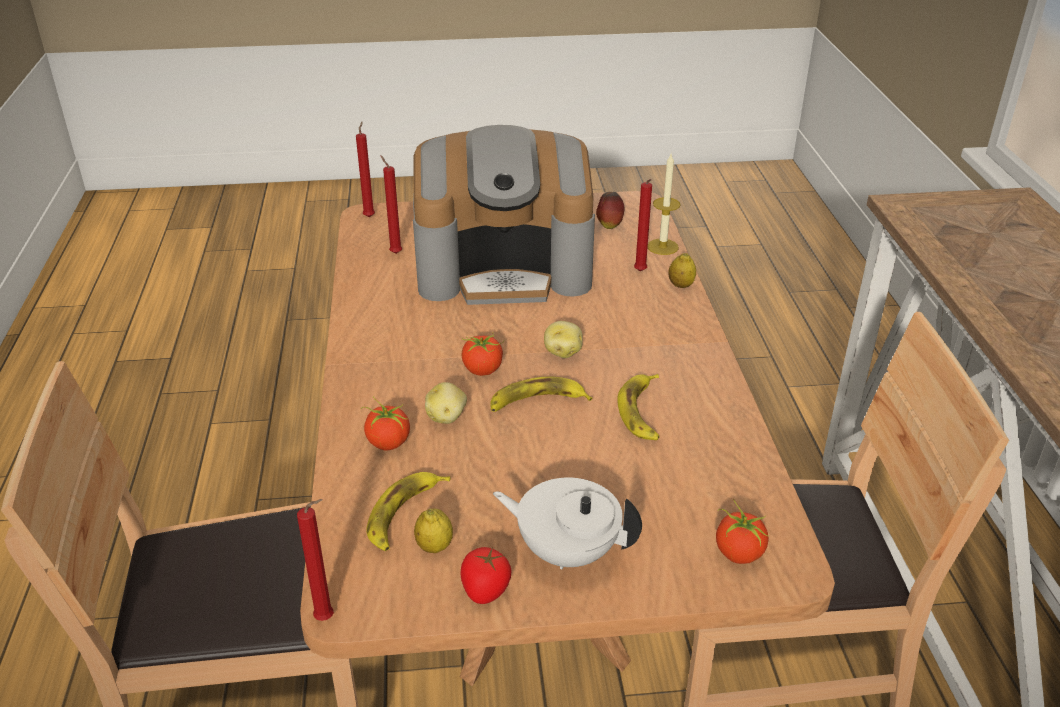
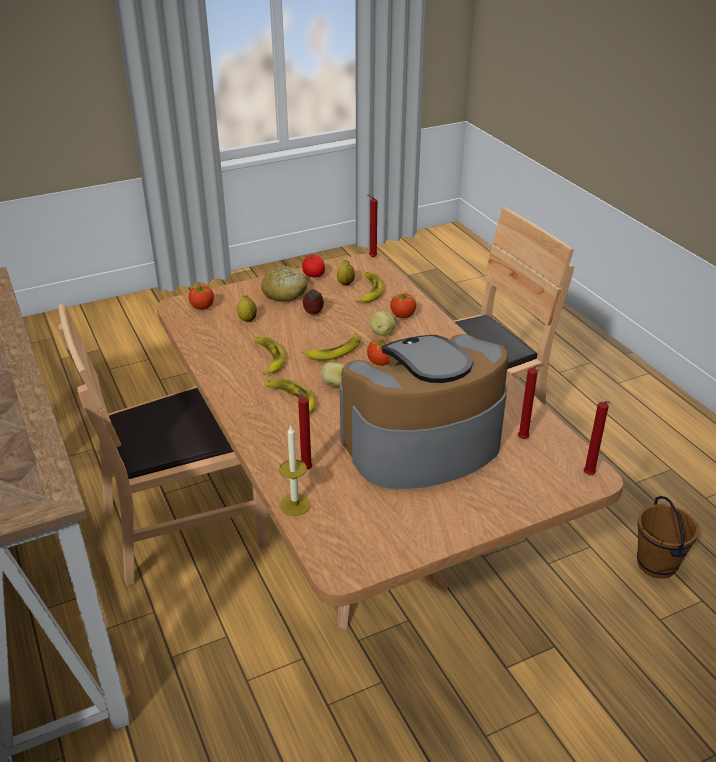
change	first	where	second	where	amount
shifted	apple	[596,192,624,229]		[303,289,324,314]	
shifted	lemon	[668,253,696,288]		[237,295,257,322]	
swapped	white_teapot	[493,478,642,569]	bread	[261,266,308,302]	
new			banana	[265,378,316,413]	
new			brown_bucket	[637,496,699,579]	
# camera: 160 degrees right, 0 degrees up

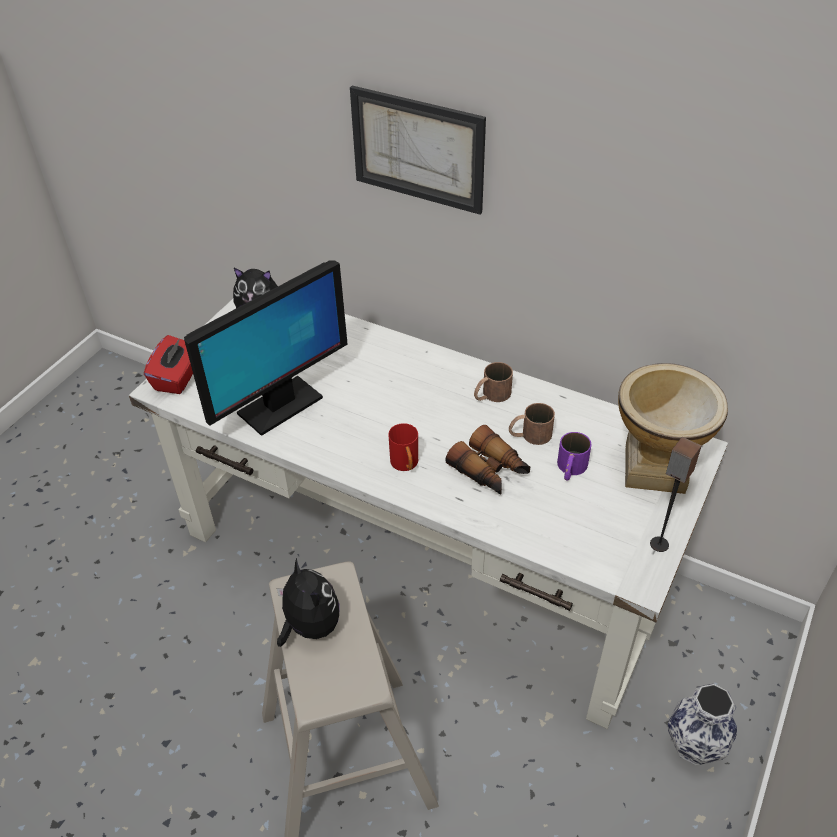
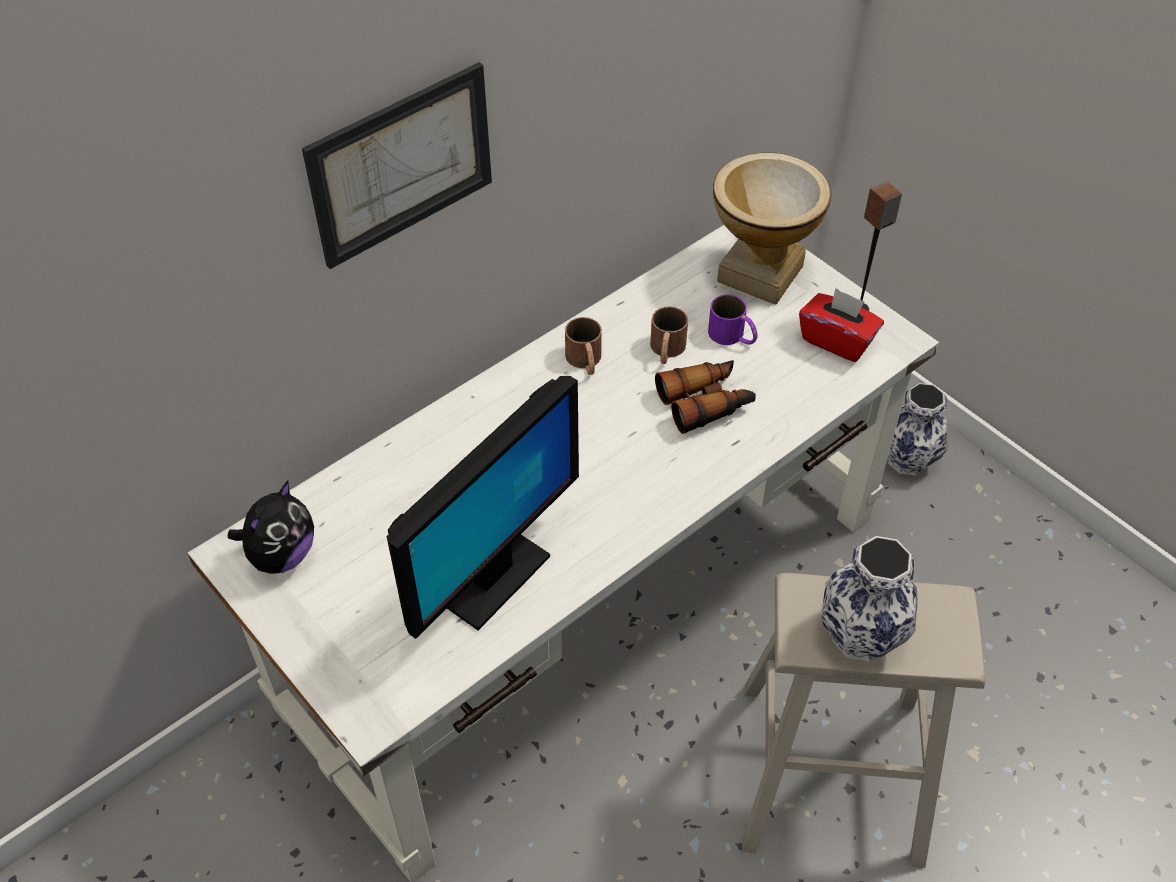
change	first	where	second	where	amount
rotated	monitor	[184,260,348,436]		[387,376,579,639]	60 degrees clockwise
shifted	red_tissue_box	[144,335,193,394]		[799,288,884,362]	
gone	red_mug	[388,423,418,471]			
swapped	plush_toy	[277,558,340,647]	vase	[822,536,918,662]	
# camera: 70 degrees left, 5 degrees up

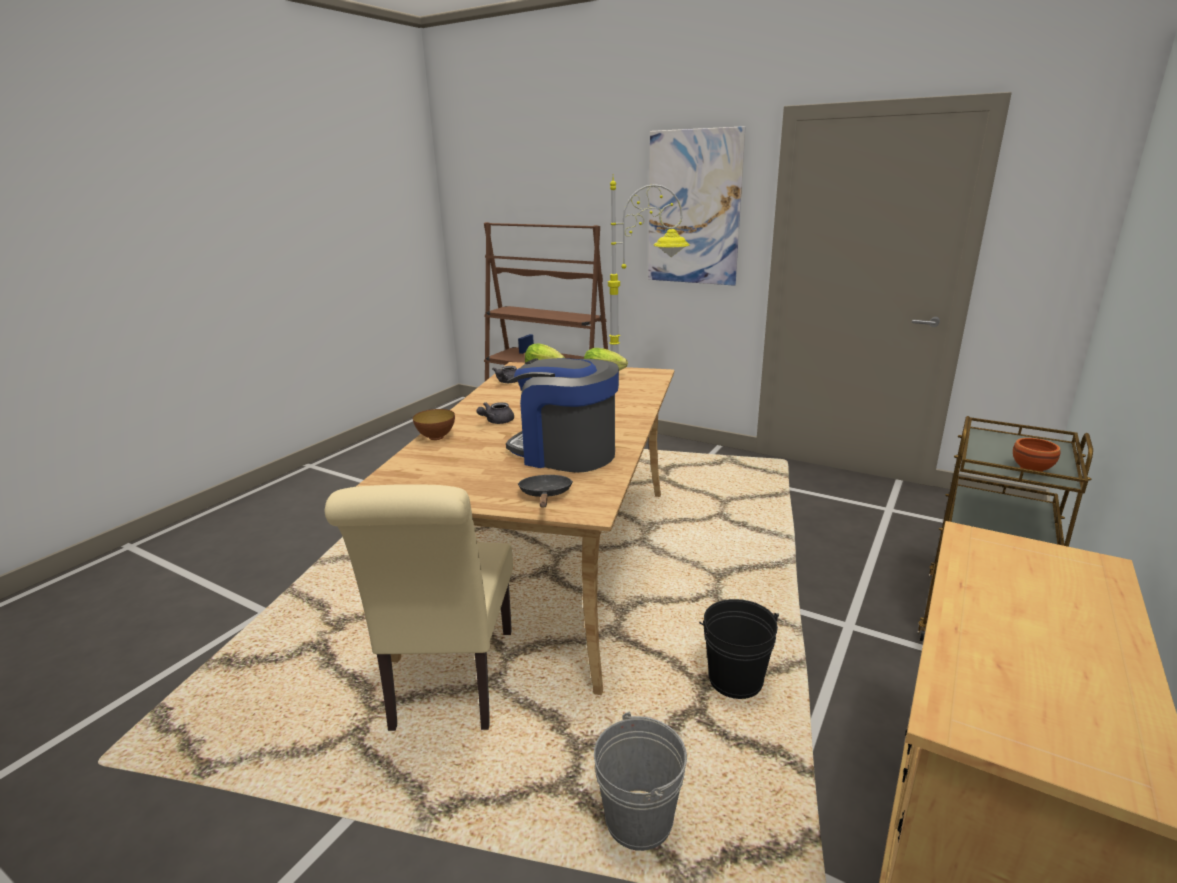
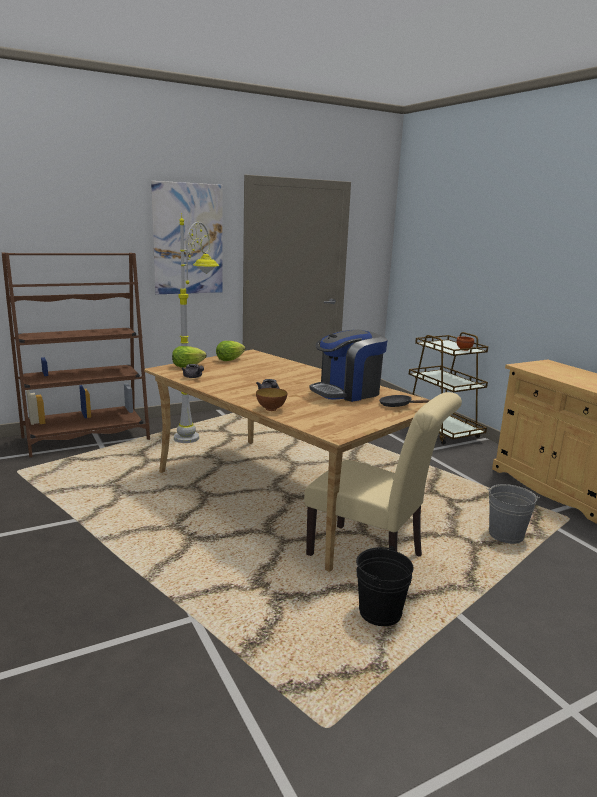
change	first	where	second	where	amount
shifted	black_bucket	[699,599,779,699]		[356,546,414,626]	
# camera: 60 degrees left, 5 degrees down

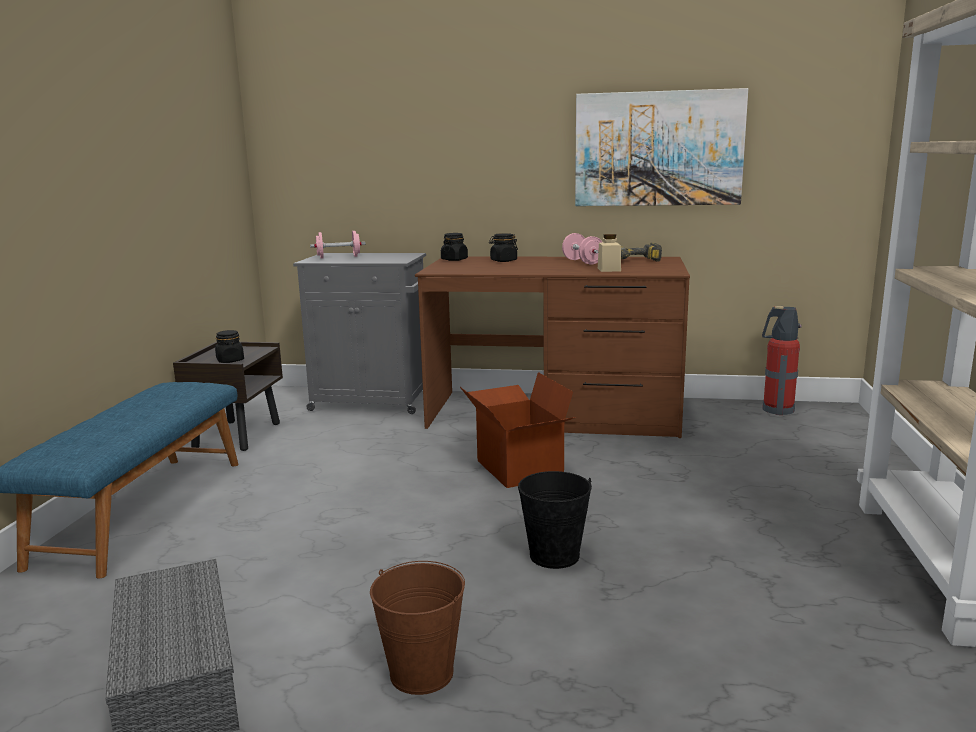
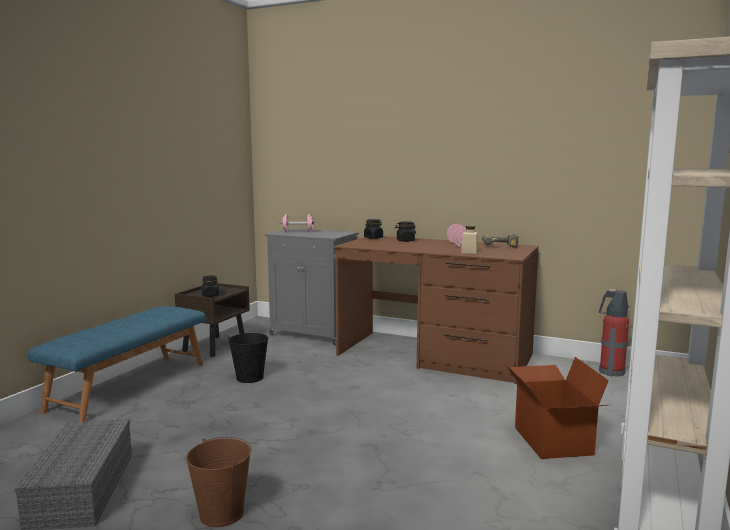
change	first	where	second	where	amount
gone	picture	[575,88,748,206]			
shifted	cardboard_box	[460,372,576,488]		[505,357,609,459]	
shifted	black_bucket	[518,471,592,569]		[229,333,268,383]	
# camera: 15 degrees right, 5 degrees down

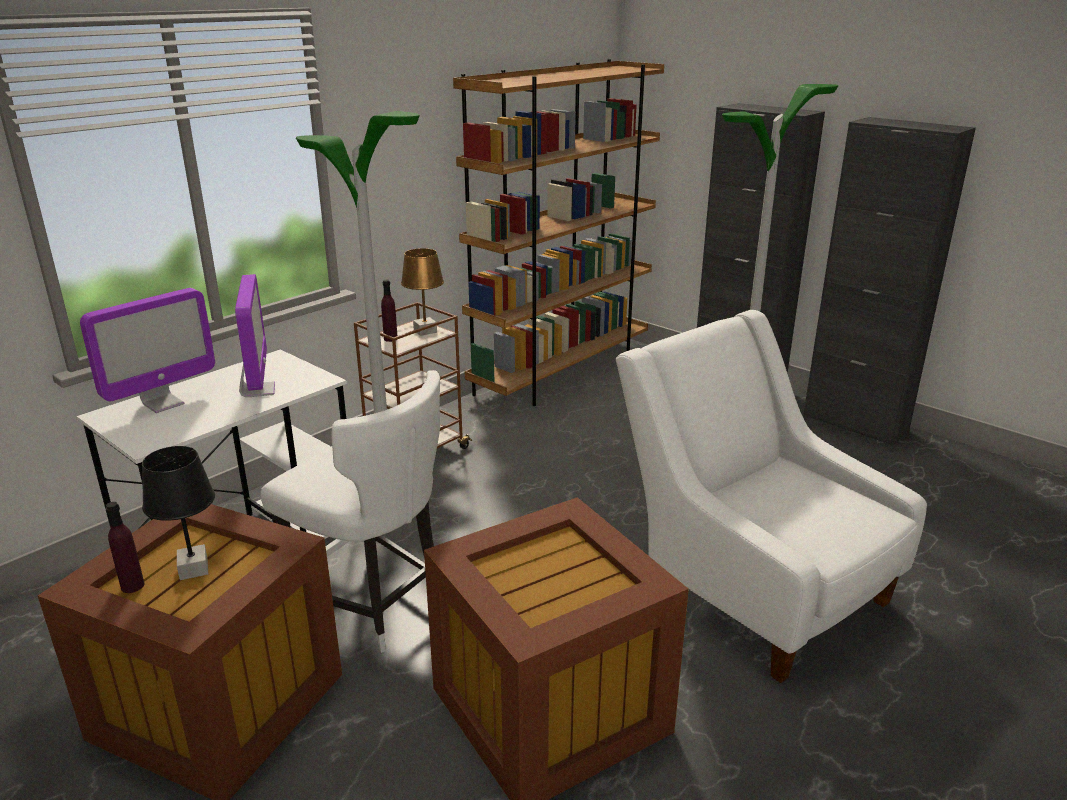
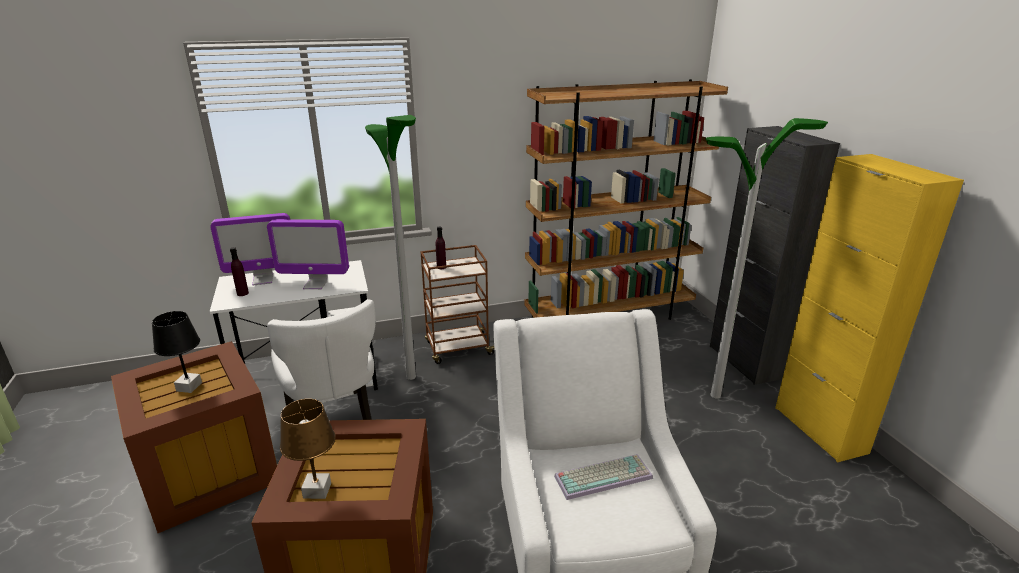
change	first	where	second	where	amount
repainted	black_cabinet	[803,117,976,446]	yellow_cabinet	[775,154,964,462]	
shifted	brown_table_lamp	[401,248,444,336]		[280,399,336,499]	
rotated	monitor	[235,274,275,397]		[267,219,349,289]	75 degrees clockwise
shifted	purple_bottle	[106,502,144,593]		[230,247,249,296]	
new			keyboard	[554,454,653,500]	
# camera: 30 degrees right, 0 degrees up

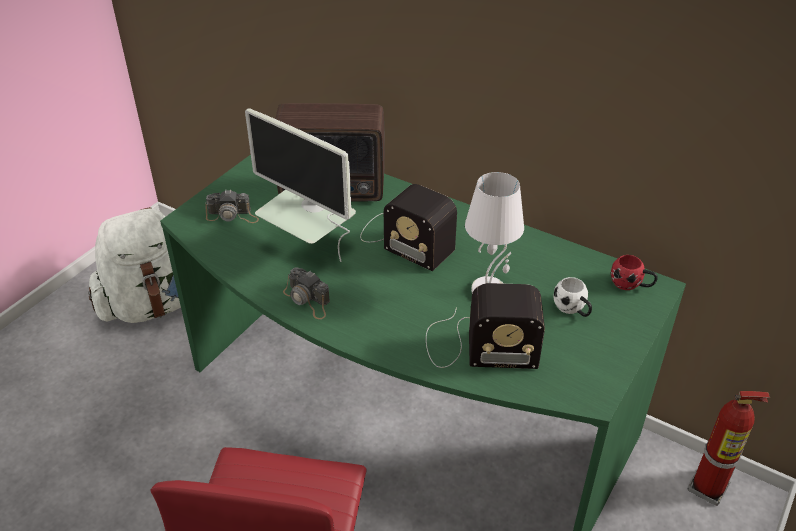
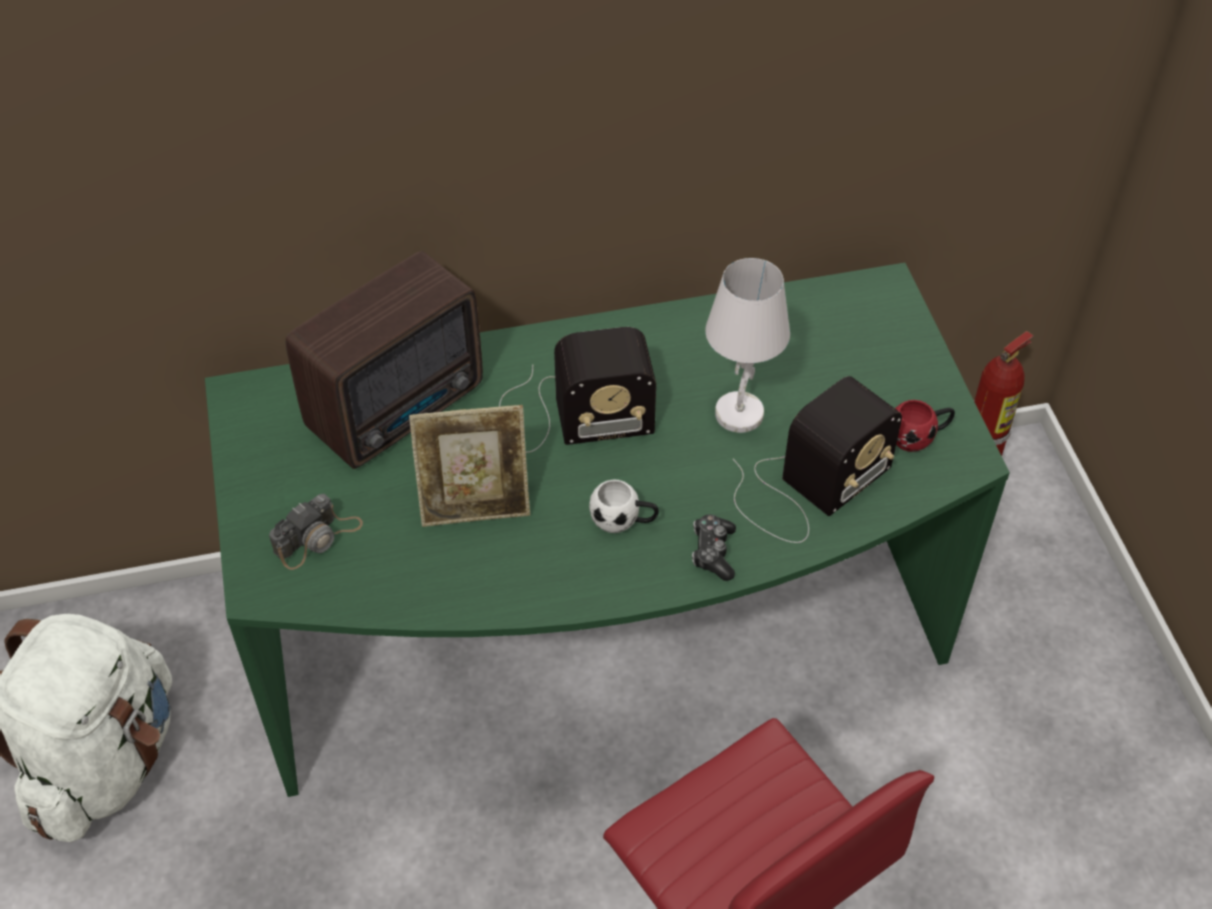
change	first	where	second	where	amount
swapped	monitor	[245,109,356,262]	picture_frame	[409,405,530,527]	
shifted	red_mug	[611,255,658,290]		[895,400,955,452]	
gone	photo_camera	[283,268,330,319]			
shifted	white_mug	[553,277,592,317]		[589,479,659,533]	
new			game_controller	[692,514,736,581]	
# camera: 45 degrees left, 10 degrees up

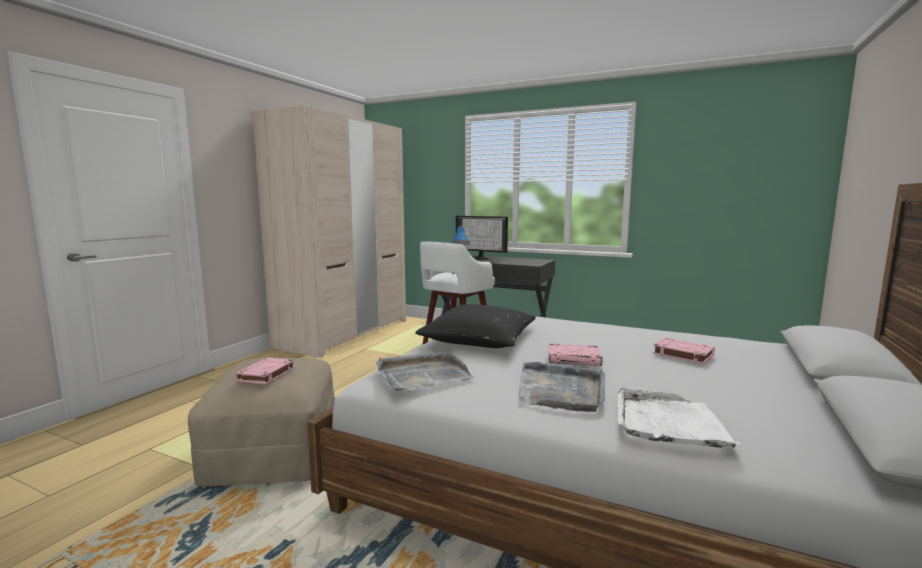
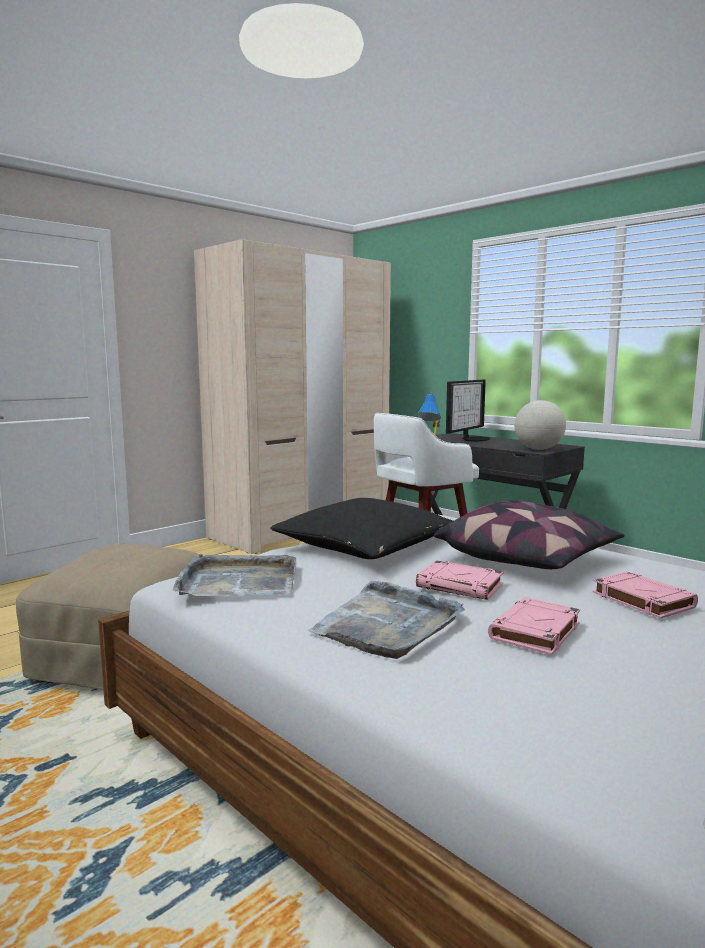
change	first	where	second	where	amount
rotated	monitor	[456,216,508,260]		[446,380,490,441]	105 degrees counterclockwise
shifted	pink_book	[235,357,295,384]		[488,597,580,655]	
gone	white_tray	[618,388,741,448]			
new			globe	[514,400,566,450]	
new			pillow	[434,500,625,569]	
# camera: 20 degrees right, 0 degrees up

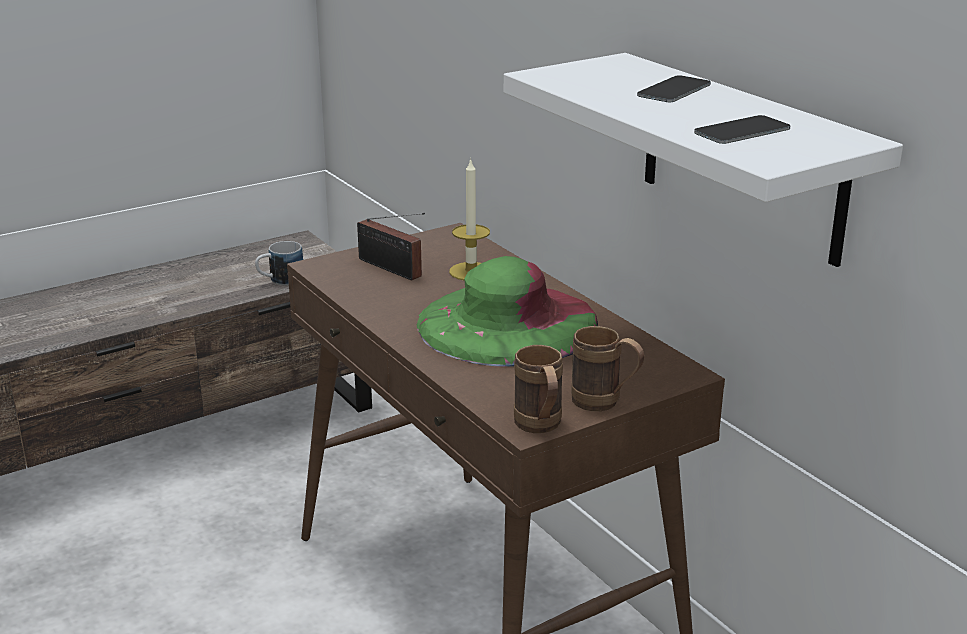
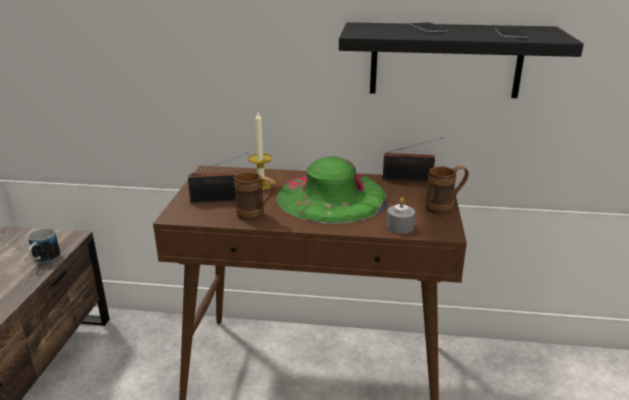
change	first	where	second	where	amount
repainted	white_shelf	[504,53,903,267]	black_shelf	[339,22,584,98]	
shifted	brown_mug	[514,345,563,433]		[234,172,275,221]	
new			radio	[383,138,443,182]	
new			grey_candle	[386,197,415,234]	
# camera: 50 degrees left, 0 degrees up

